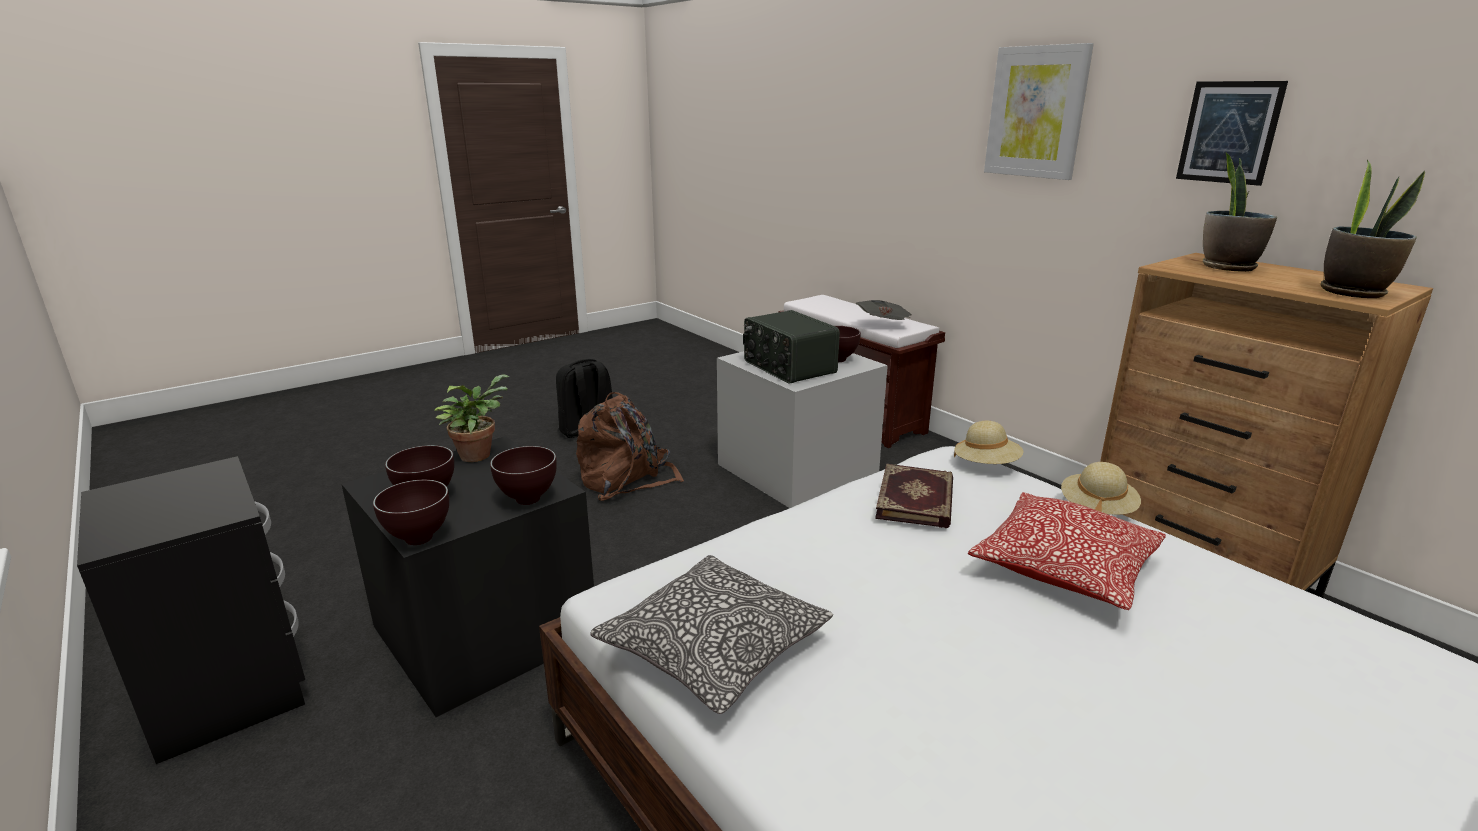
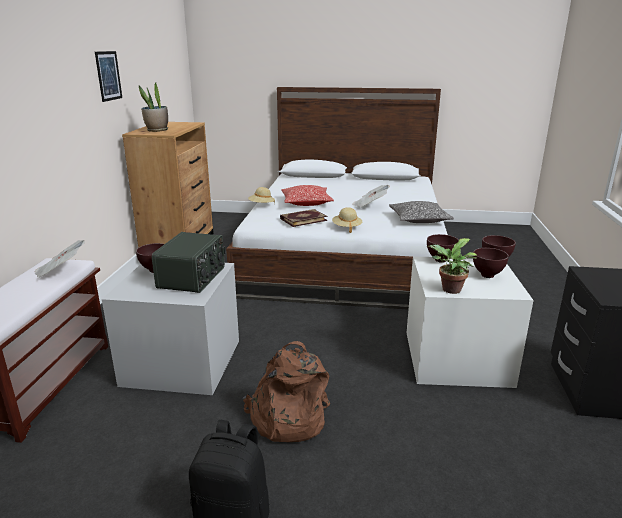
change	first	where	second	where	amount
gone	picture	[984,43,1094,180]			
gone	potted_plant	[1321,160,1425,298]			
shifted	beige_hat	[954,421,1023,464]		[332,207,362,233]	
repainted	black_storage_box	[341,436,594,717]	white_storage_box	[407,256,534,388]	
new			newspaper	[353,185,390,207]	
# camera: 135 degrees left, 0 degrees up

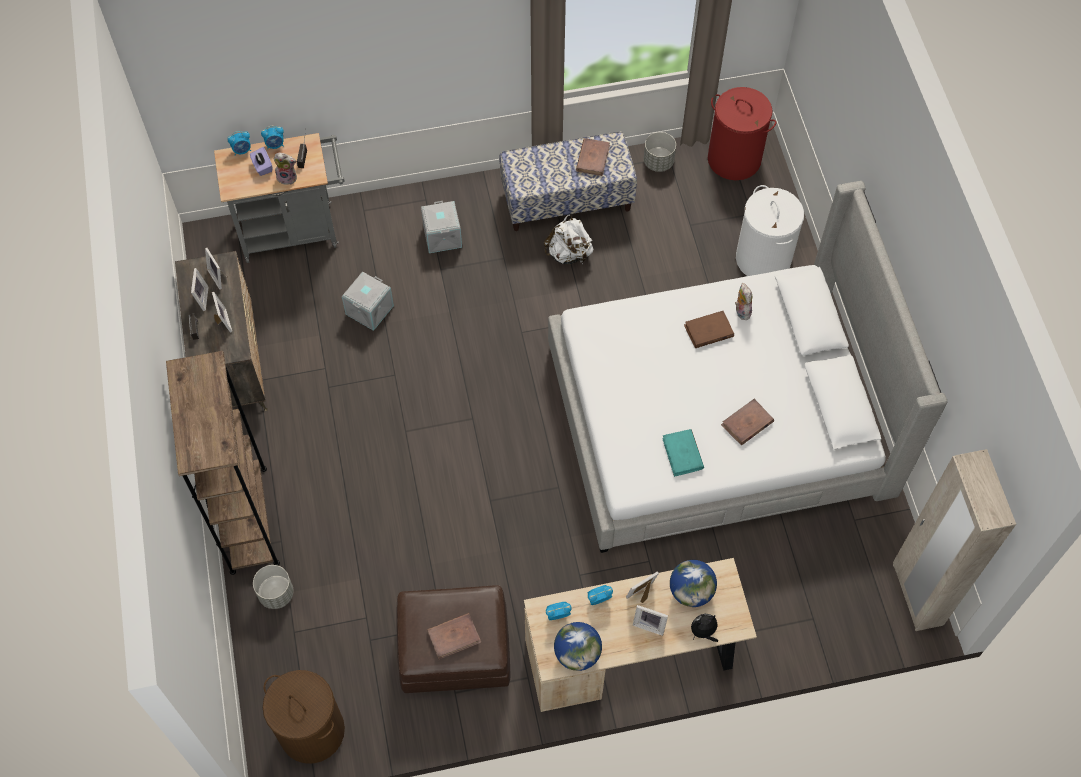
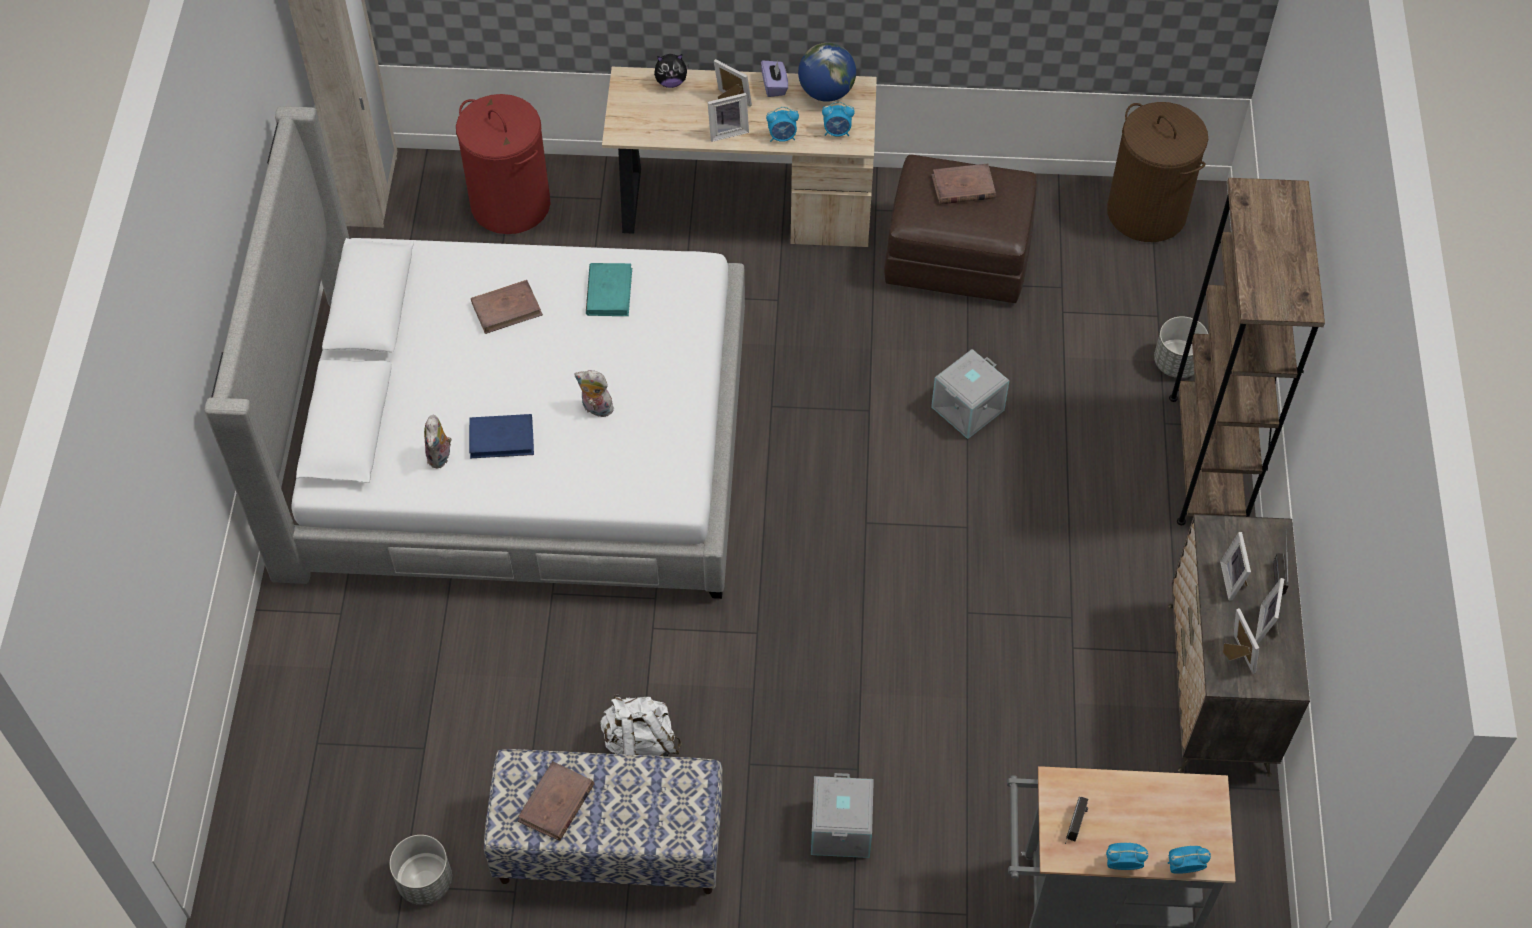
change	first	where	second	where	amount
shifted	red_laundry_basket	[708,87,777,180]		[456,94,551,234]	
shifted	purple_tissue_box	[250,147,272,176]		[761,61,788,97]	
shifted	plush_toy	[273,153,297,185]		[574,370,614,417]	
gone	white_laundry_basket	[736,185,804,276]			
shifted	grey_storage_box	[342,271,394,331]		[931,349,1009,439]	
repainted	brown_book	[684,311,734,348]	blue_book	[469,414,534,458]	
gone	globe	[670,560,717,607]			
# camera: 165 degrees left, 5 degrees down

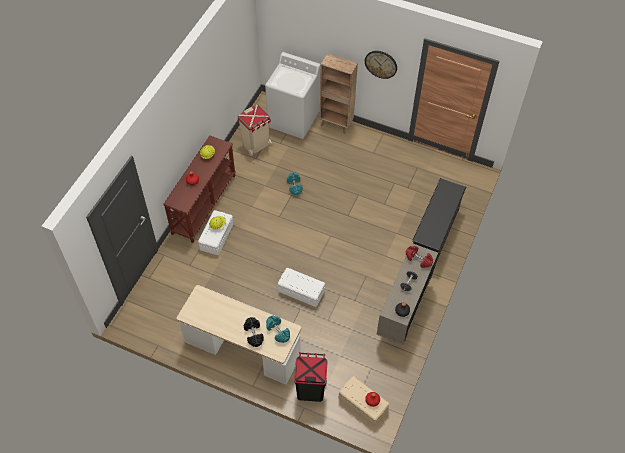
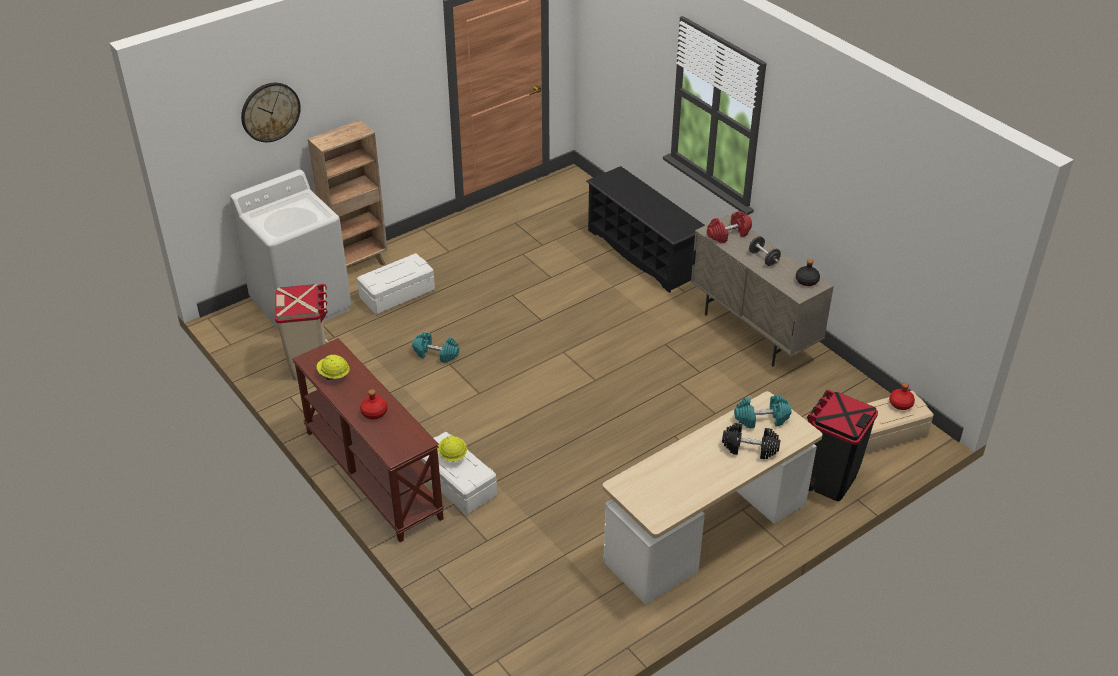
change	first	where	second	where	amount
shifted	wall_clock	[365,51,397,79]		[241,83,301,142]	
shifted	white_storage_box	[278,268,325,307]		[357,253,435,314]	
# camera: 60 degrees left, 15 degrees down

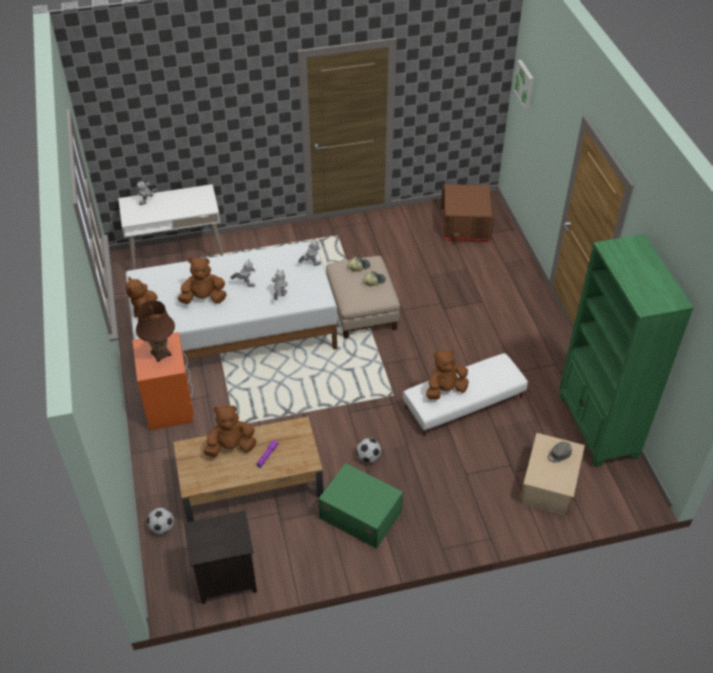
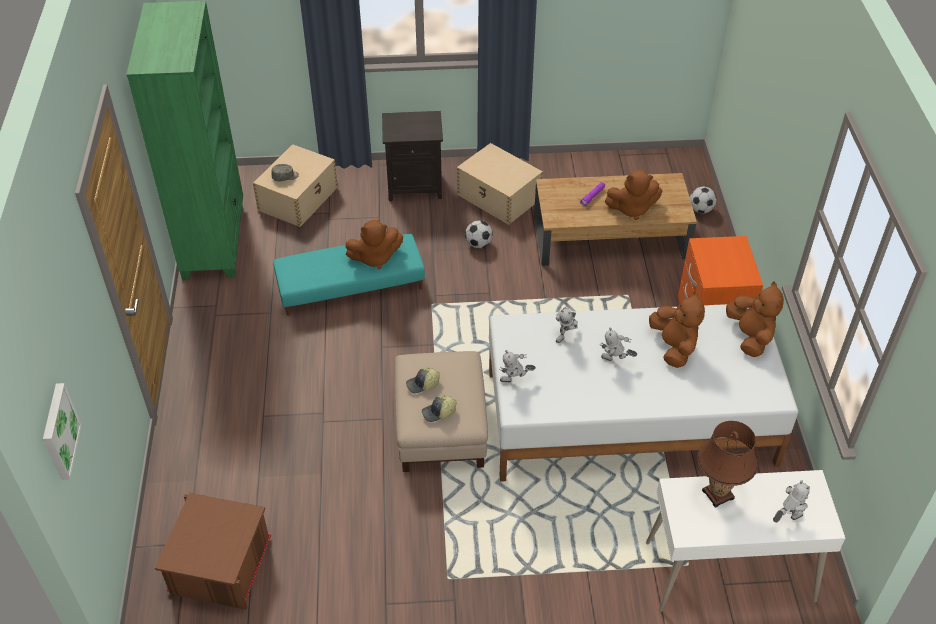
change	first	where	second	where	amount
rotated	brown_plush_toy	[178,257,227,304]		[649,291,705,368]	105 degrees counterclockwise
shifted	brown_table_lamp	[136,300,175,362]		[698,421,758,508]	
repainted	white_ottoman	[403,353,528,436]	turquoise_ottoman	[273,234,425,316]	
repainted	green_storage_box	[319,463,403,549]	beige_storage_box	[457,143,543,225]	
shifted	black_nightstand	[184,511,257,604]		[382,111,443,201]	
# camera: 170 degrees left, 0 degrees up

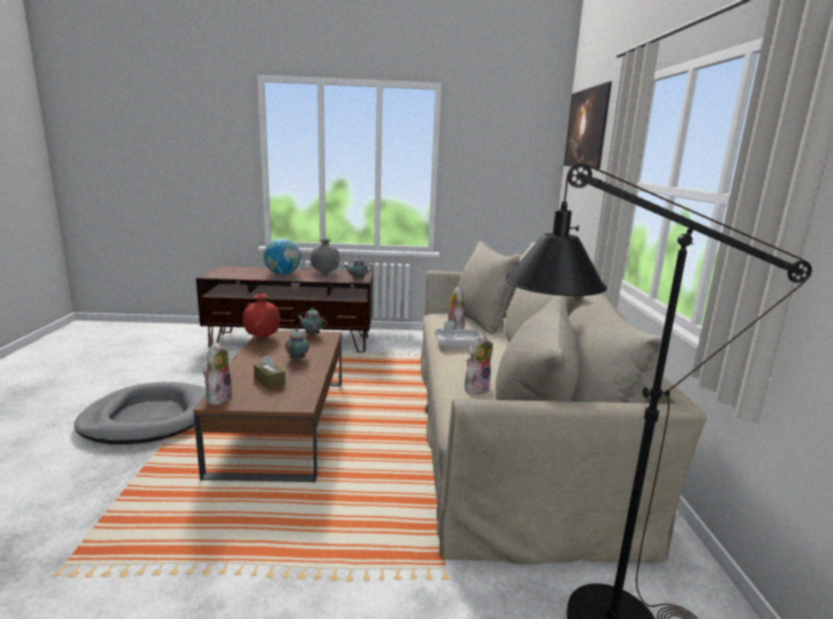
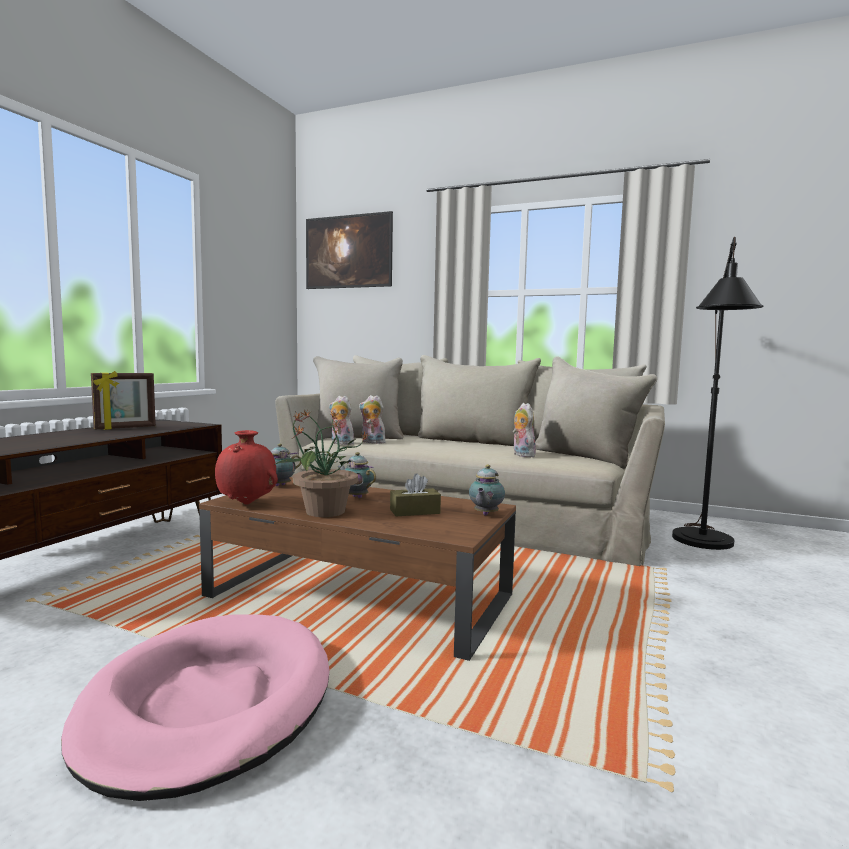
change	first	where	second	where	amount
gone	globe	[264,238,301,275]			
swapped	grey_vase	[311,238,340,274]	picture_frame	[91,371,156,430]	
shifted	teapot	[344,256,373,281]		[469,465,505,515]	
gone	grey_tray	[435,321,481,346]			
shifted	plush_toy	[203,342,233,405]		[329,396,354,445]	
repainted	grey_dog_bed	[74,382,206,445]	pink_dog_bed	[61,615,330,801]	
new			potted_plant	[276,410,369,517]	
# camera: 65 degrees left, 10 degrees down

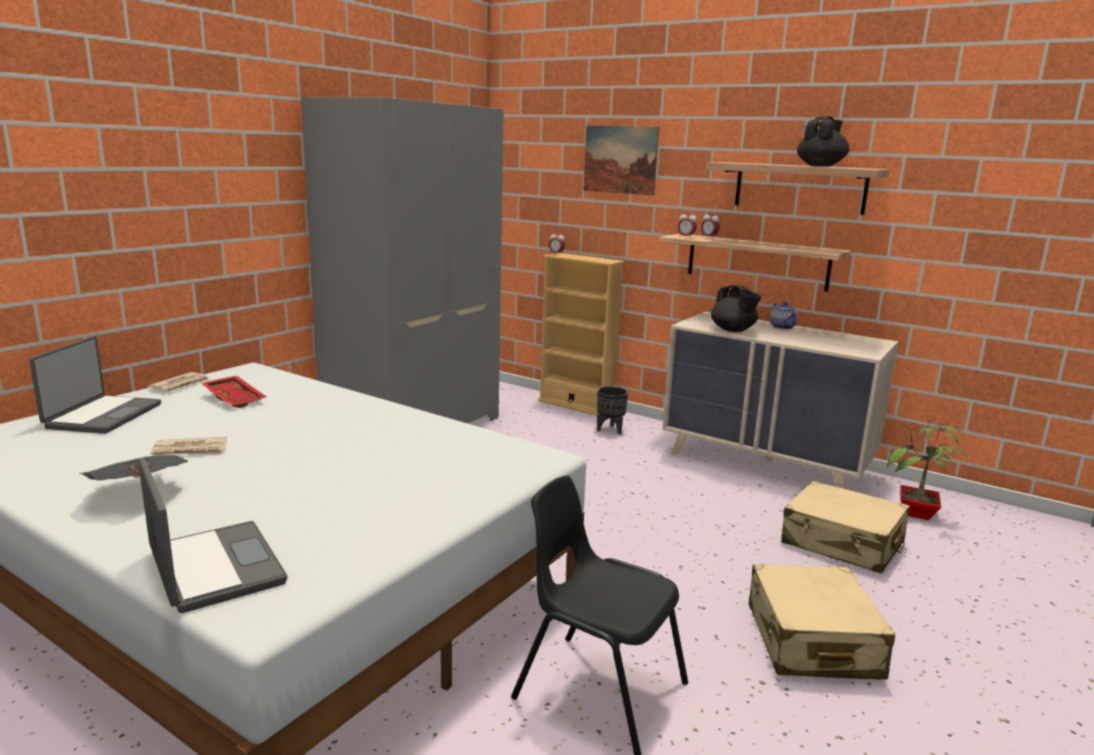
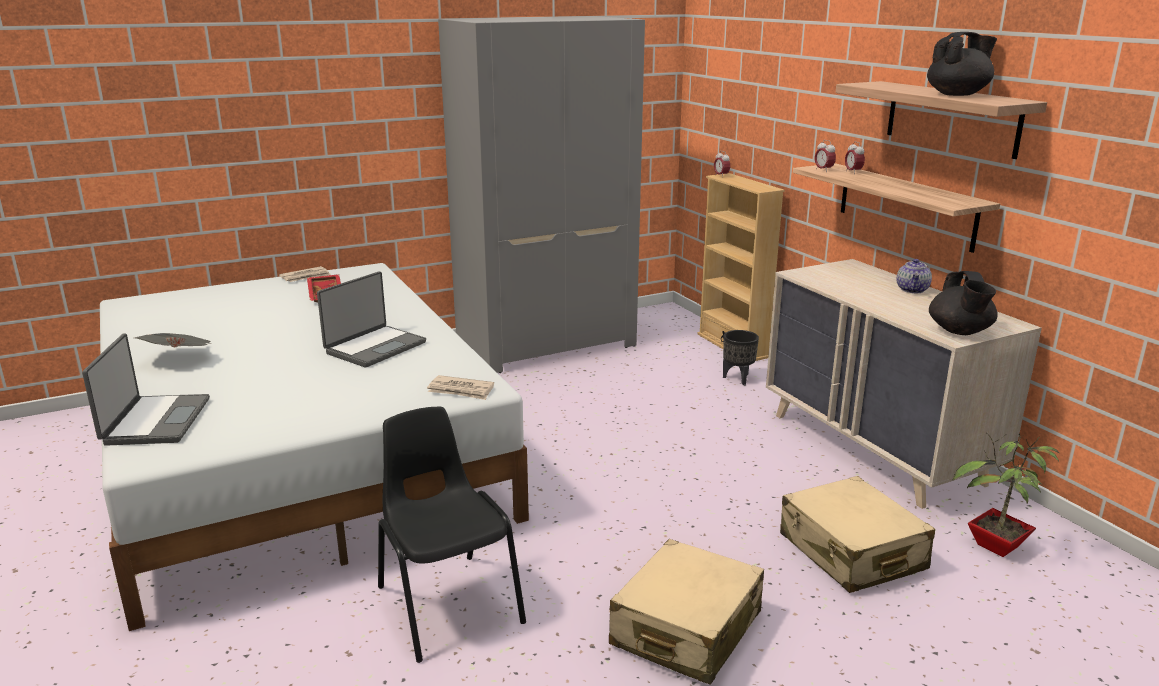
change	first	where	second	where	amount
gone	picture	[583,125,659,196]			
shifted	black_teapot	[711,285,762,332]		[929,271,998,335]	
shifted	laptop	[29,336,161,434]		[317,271,426,367]	
shifted	newspaper	[150,437,227,456]		[427,375,494,400]	
# camera: 30 degrees right, 5 degrees up

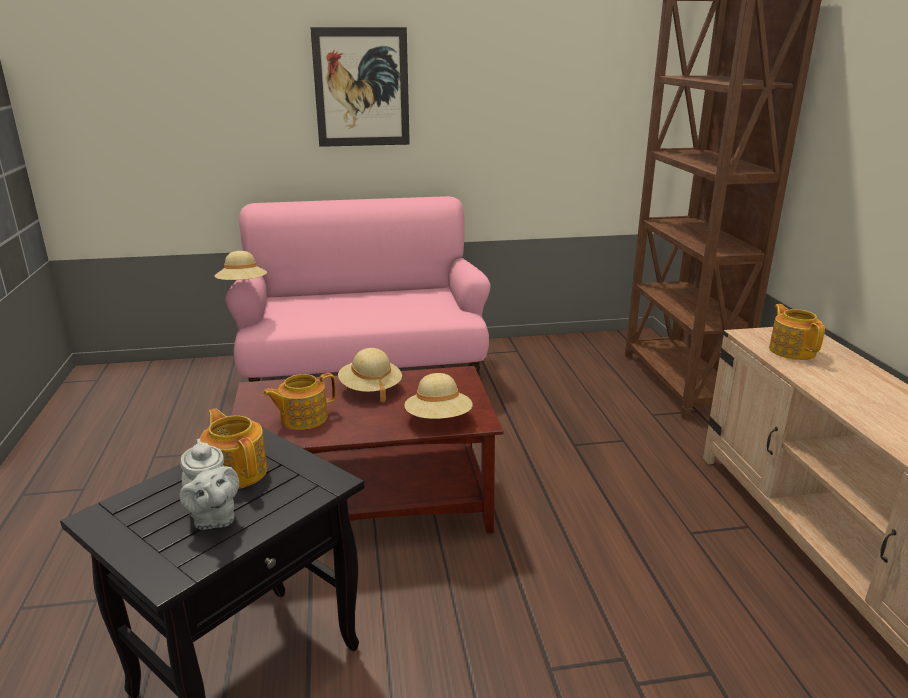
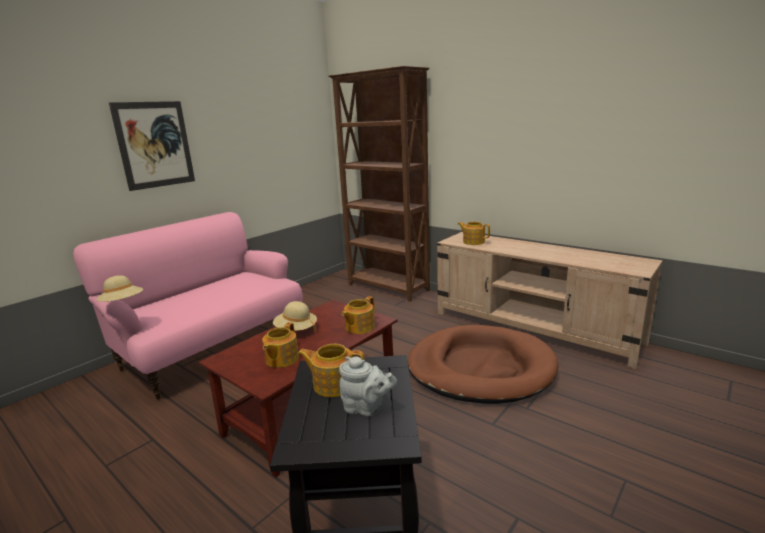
change	first	where	second	where	amount
swapped	beige_hat	[404,373,473,419]	teapot	[342,296,375,334]	
new			brown_dog_bed	[408,325,558,404]	
# camera: 40 degrees left, 5 degrees down

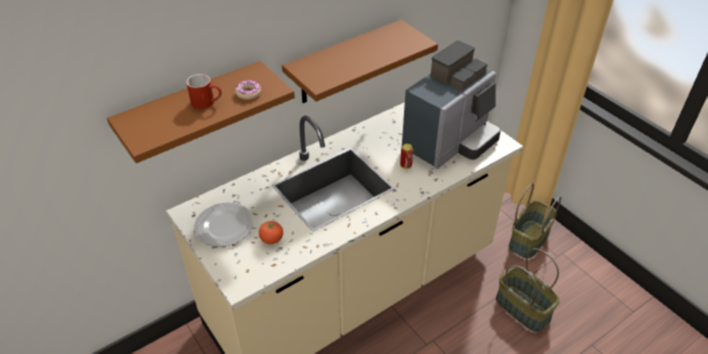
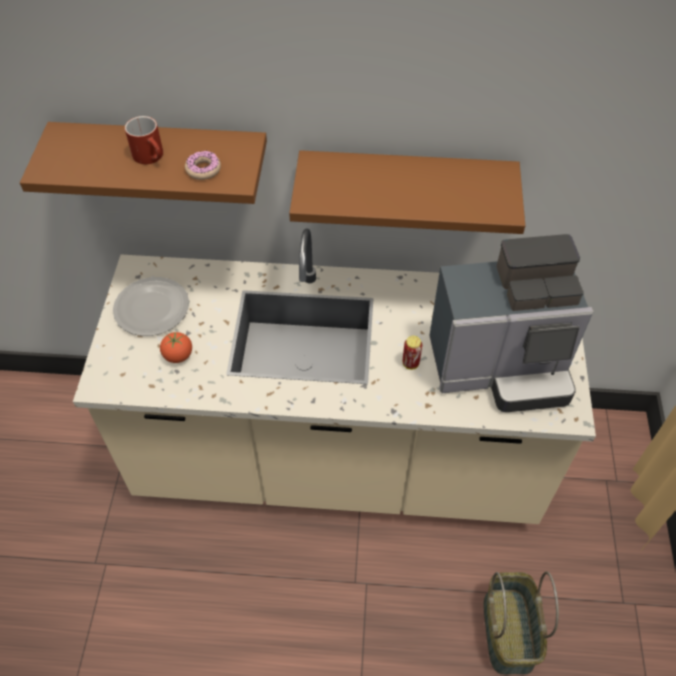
change	first	where	second	where	amount
gone	basket	[509,183,561,258]			
# camera: 40 degrees right, 10 degrees up

